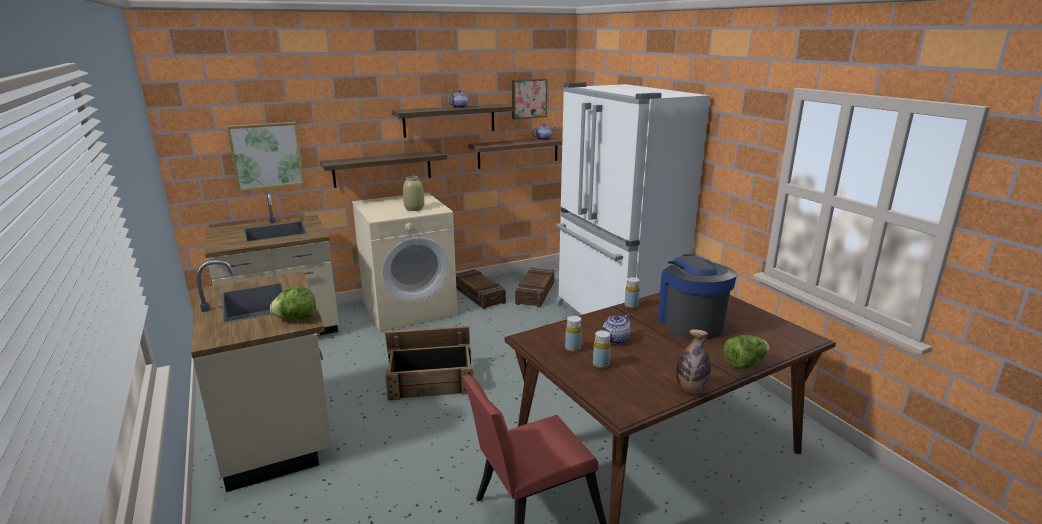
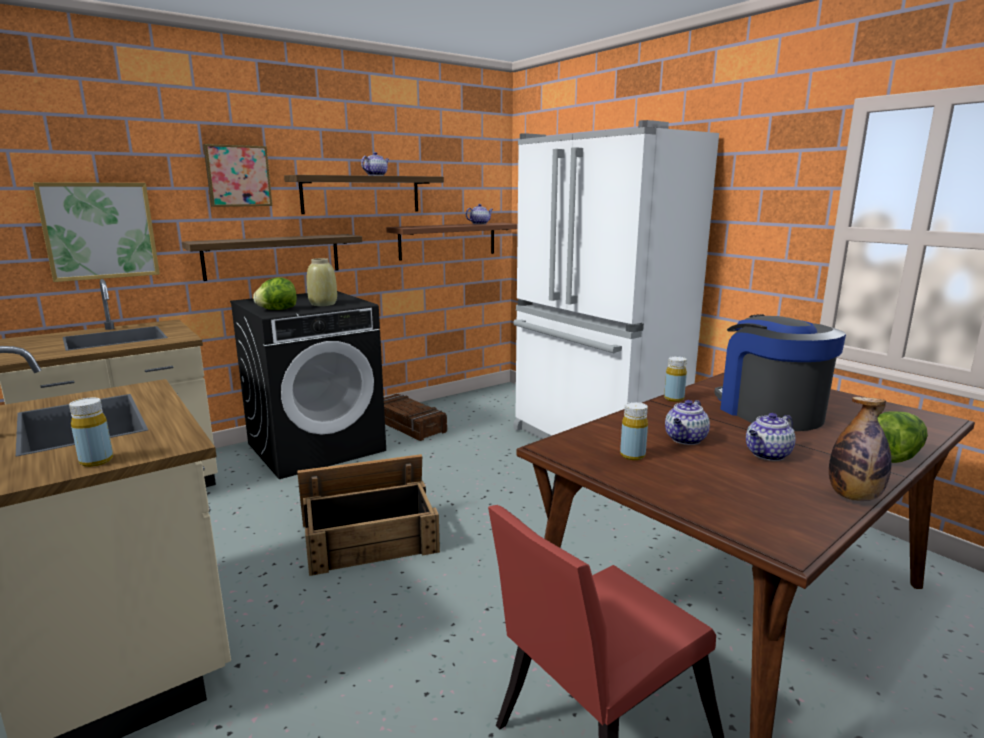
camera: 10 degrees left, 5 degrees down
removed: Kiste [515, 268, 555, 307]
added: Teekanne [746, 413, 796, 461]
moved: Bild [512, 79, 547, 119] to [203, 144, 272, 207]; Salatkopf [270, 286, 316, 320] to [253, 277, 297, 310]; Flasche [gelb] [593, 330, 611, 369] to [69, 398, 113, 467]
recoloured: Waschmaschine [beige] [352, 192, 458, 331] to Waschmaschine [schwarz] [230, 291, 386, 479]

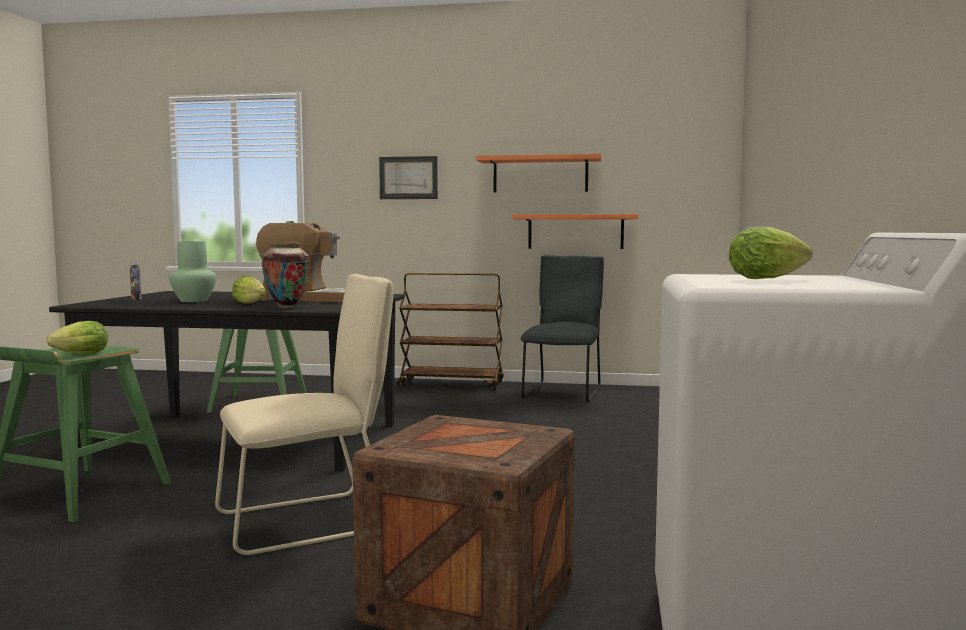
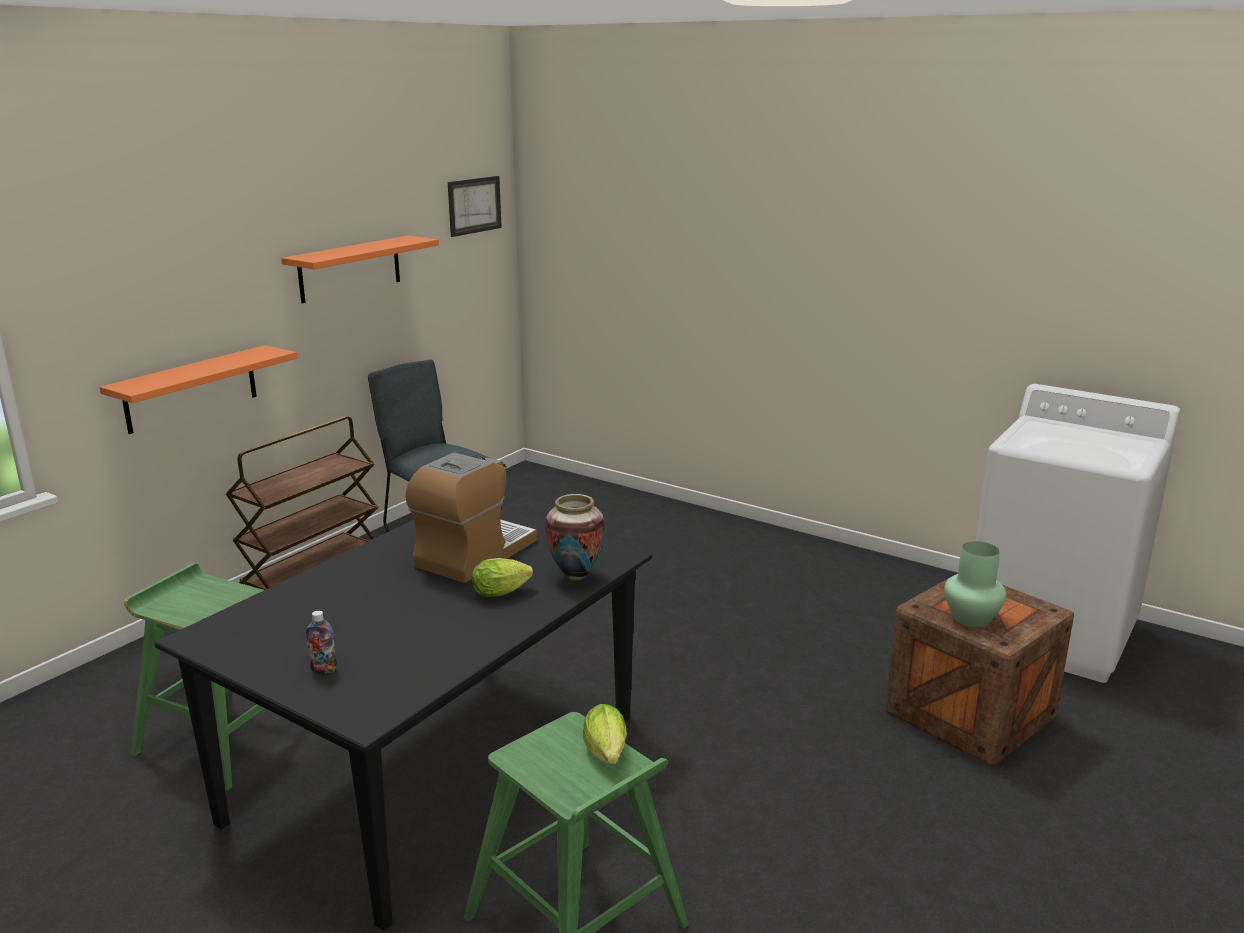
camera: 65 degrees left, 15 degrees up
removed: Salatkopf [729, 226, 813, 279]; Stuhl [beige] [215, 274, 394, 555]
moved: Bild [379, 156, 438, 199] to [448, 176, 502, 237]; Wandregal [orange] [512, 214, 638, 249] to [99, 345, 297, 434]; Vase [grün] [169, 242, 217, 302] to [944, 541, 1006, 627]

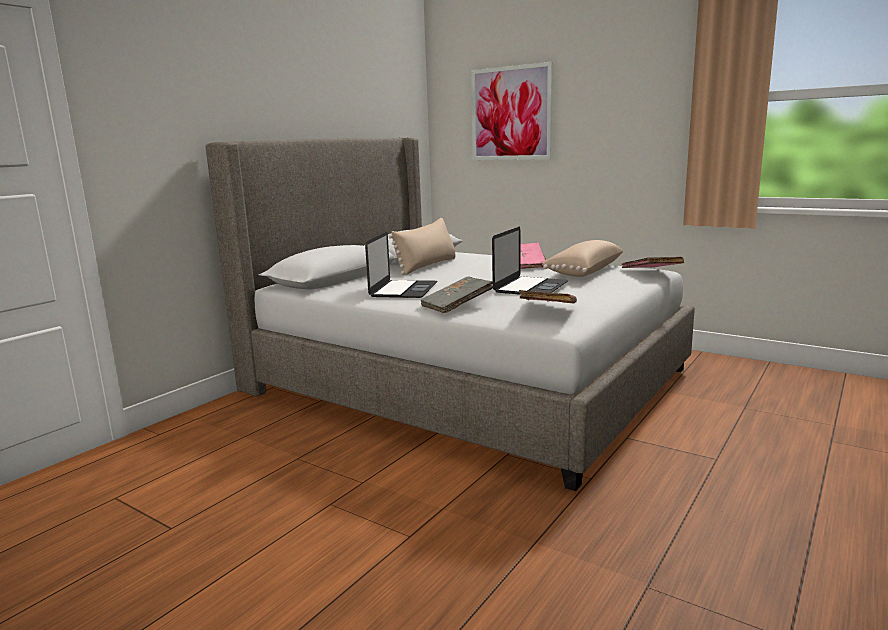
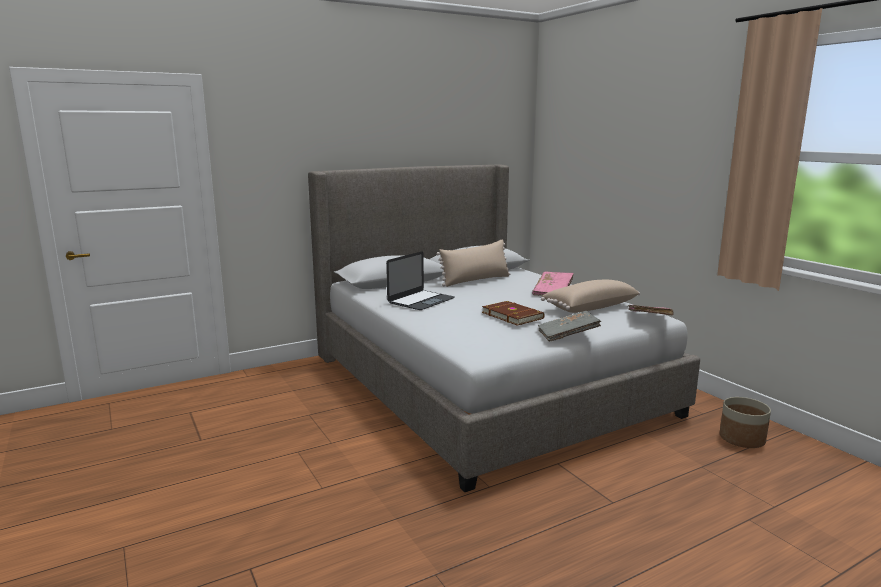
camera: 25 degrees right, 0 degrees up
removed: Bild [471, 62, 553, 160]; Buch [rosa] [519, 290, 577, 304]
added: Pflanzkübel [719, 397, 771, 448]
moved: Buch [grau] [421, 276, 493, 313] to [538, 311, 601, 342]
replaced: Laptop [492, 227, 568, 295] to Buch [braun] [482, 301, 545, 326]

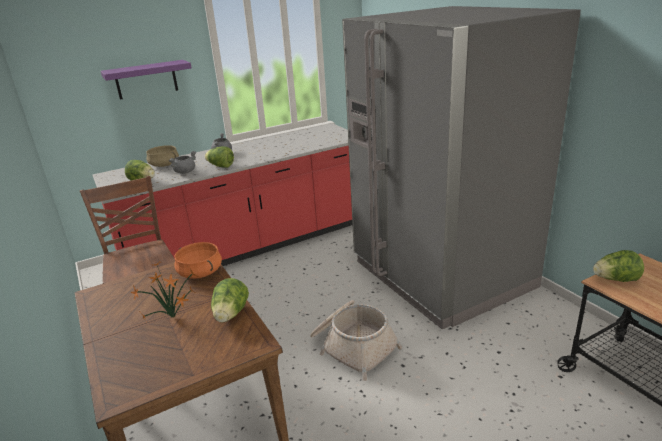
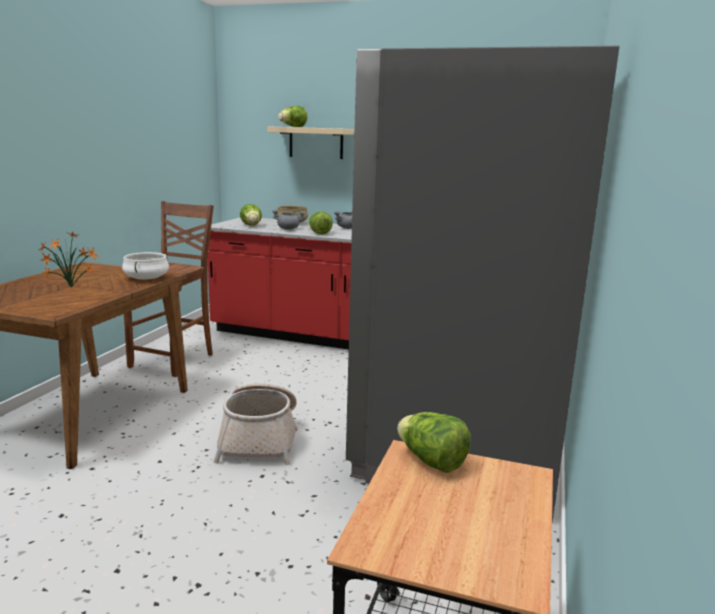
camera: 45 degrees right, 10 degrees down
moved: Salatkopf [211, 278, 249, 323] to [278, 106, 307, 127]
recoloured: Wandregal [lila] [101, 60, 192, 100] to Wandregal [beige] [267, 126, 354, 159]; Kochtopf [orange] [174, 242, 222, 279] to Kochtopf [weiß] [122, 252, 169, 280]

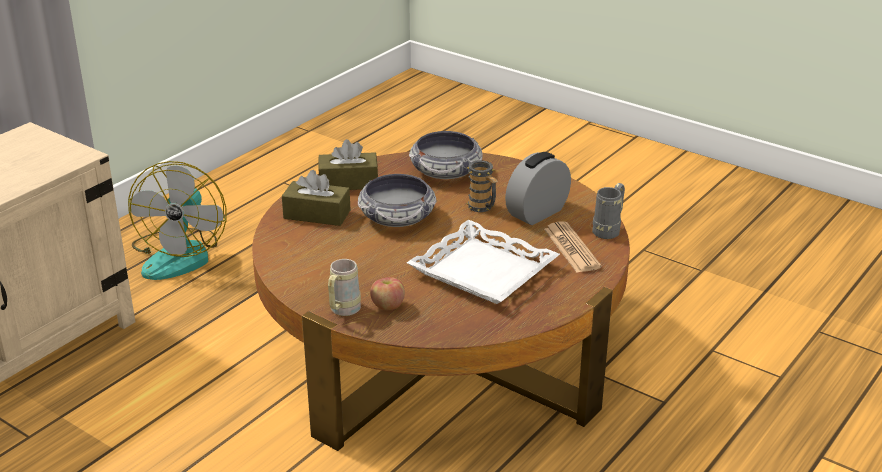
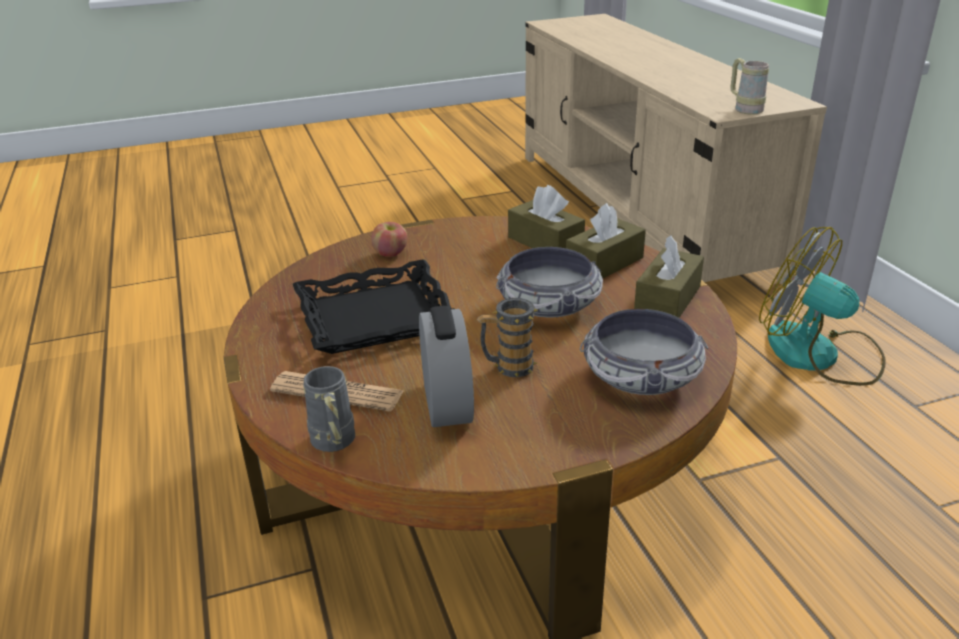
camera: 125 degrees right, 0 degrees up
added: Taschentuchbox [braun] [508, 185, 585, 248]
moved: Henkelbecher [beige] [328, 259, 361, 316] to [730, 58, 769, 115]
recoloured: Tablett [weiß] [407, 220, 560, 304] to Tablett [schwarz] [293, 260, 455, 354]

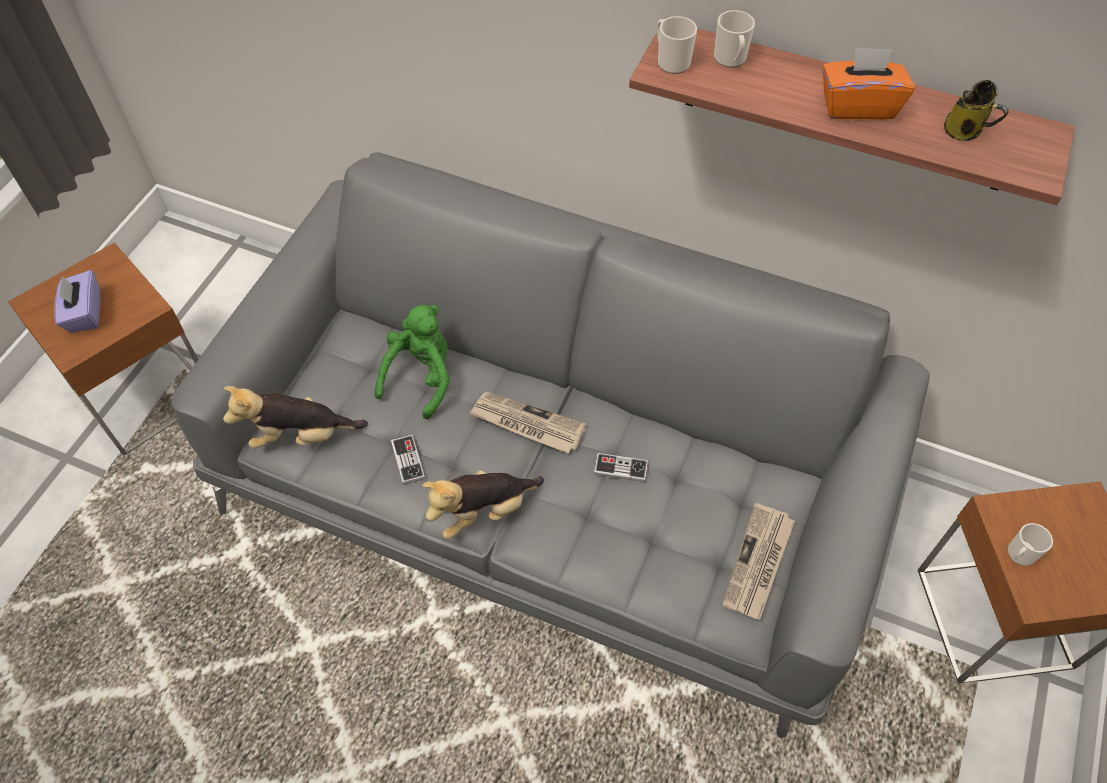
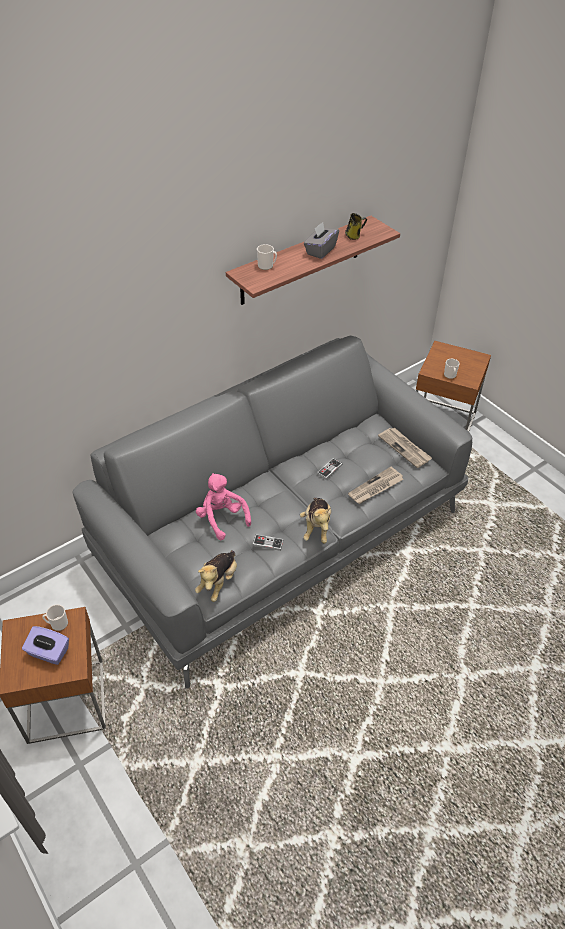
camera: 60 degrees left, 10 degrees down
moved: Henkelbecher [657, 16, 697, 74] to [42, 604, 68, 631]; Zeitung [470, 392, 587, 453] to [348, 467, 403, 504]
recoloured: Taschentuchbox [orange] [822, 47, 915, 120] to Taschentuchbox [grau] [304, 222, 339, 259]; Plüschtier [grün] [375, 305, 450, 420] to Plüschtier [rosa] [196, 473, 251, 540]

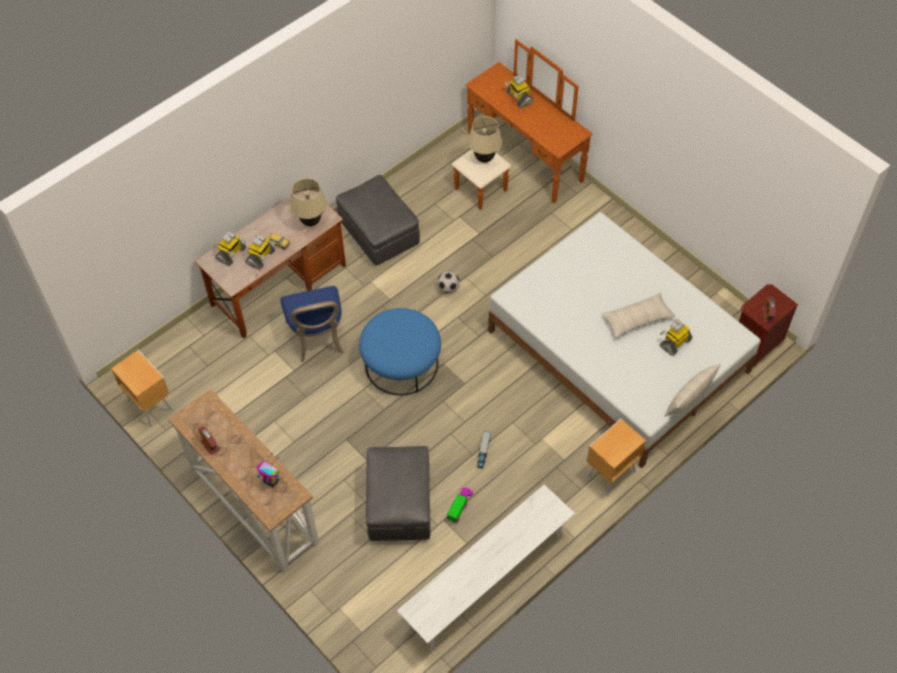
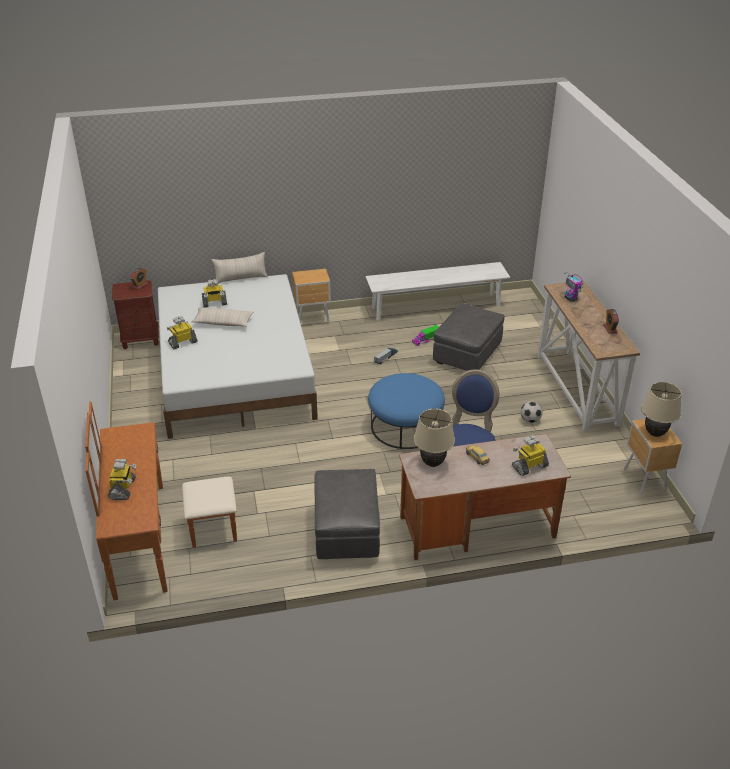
camera: 150 degrees left, 20 degrees down
moved: Tischlampe [beige] [468, 116, 502, 163] to [641, 382, 682, 437]; Spielzeugroboter [245, 235, 275, 270] to [167, 316, 197, 349]; Fußball [437, 271, 460, 294] to [521, 401, 542, 423]

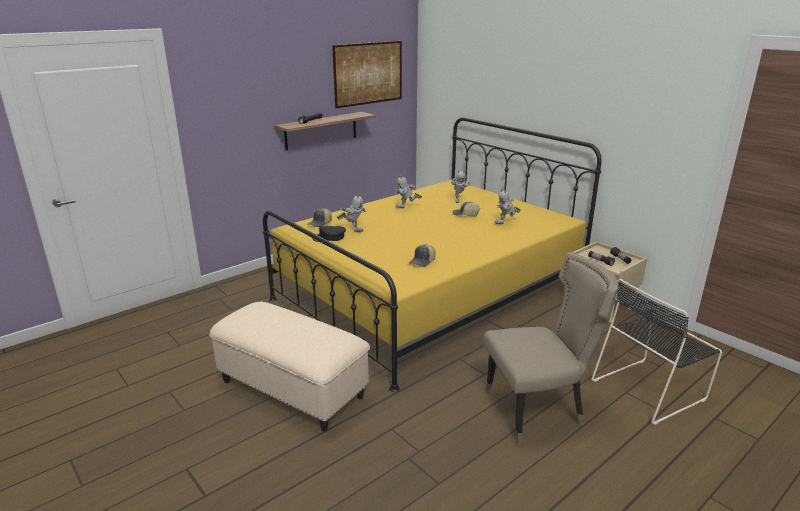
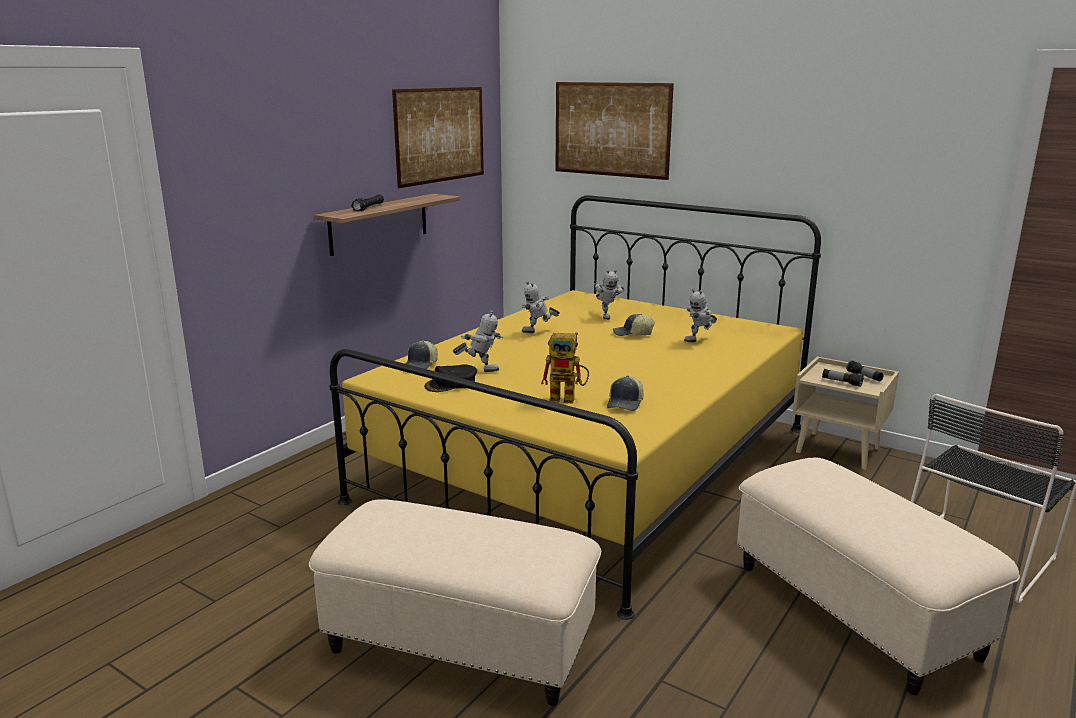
camera: 15 degrees left, 5 degrees down
added: Bild [555, 82, 674, 180]; Spielzeugroboter [541, 332, 589, 404]
replaced: Stuhl [beige] [483, 252, 618, 445] to Polsterhocker [beige] [737, 458, 1020, 695]

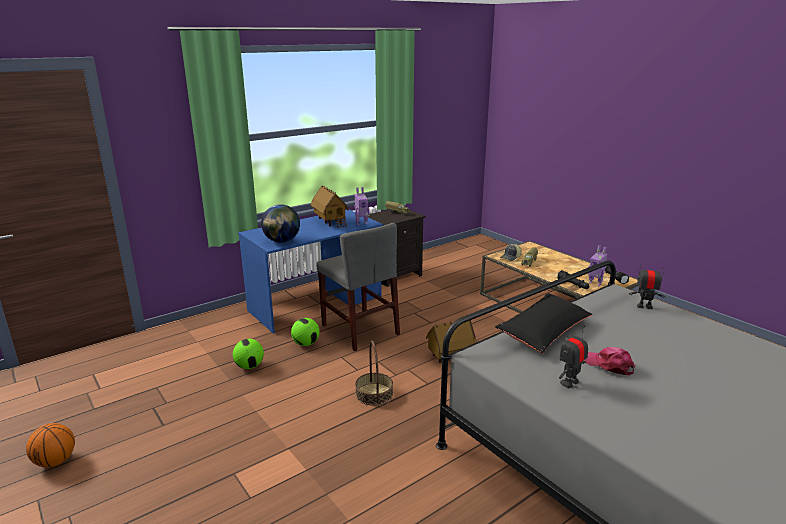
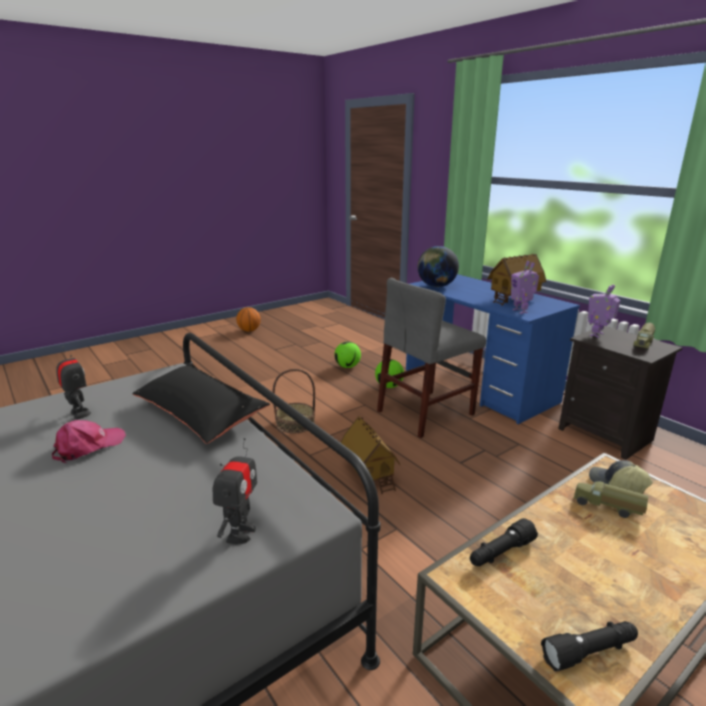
camera: 90 degrees right, 0 degrees up
moved: Spielzeugroboter [587, 245, 607, 286] to [588, 284, 621, 338]

